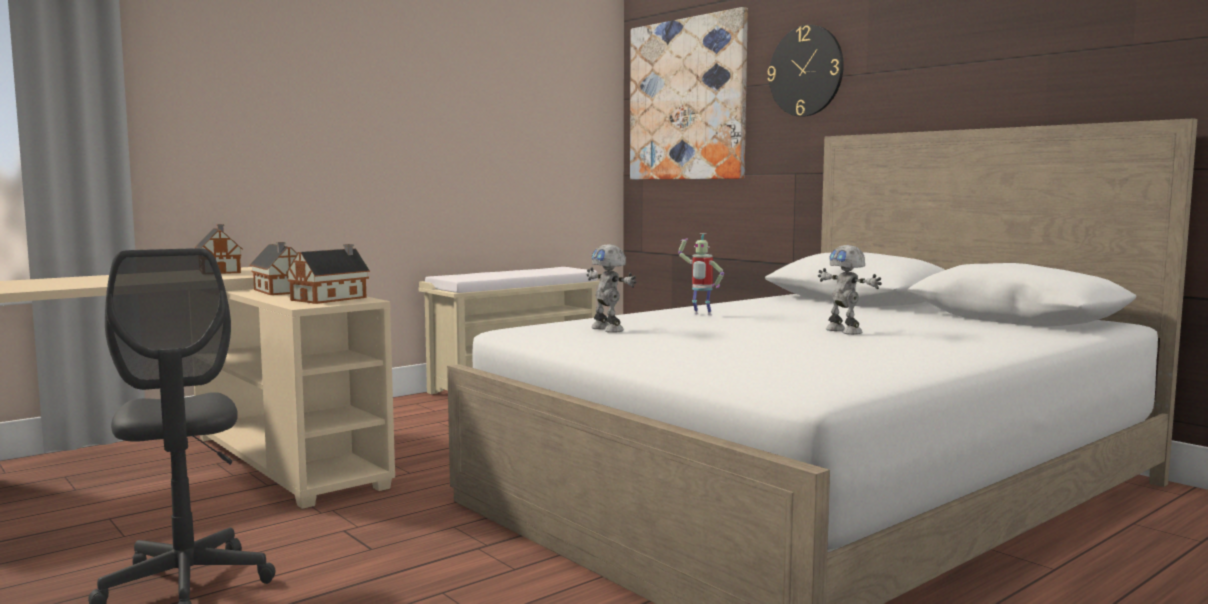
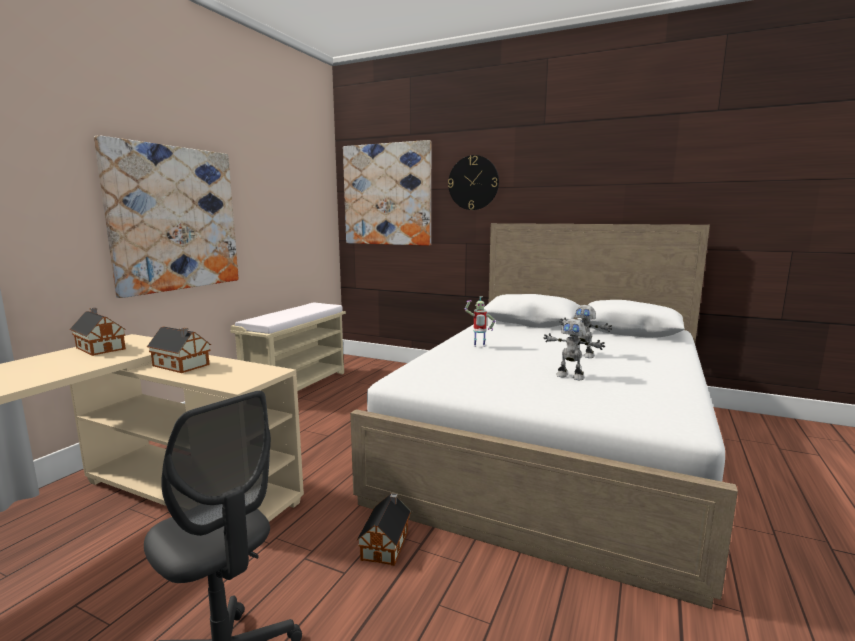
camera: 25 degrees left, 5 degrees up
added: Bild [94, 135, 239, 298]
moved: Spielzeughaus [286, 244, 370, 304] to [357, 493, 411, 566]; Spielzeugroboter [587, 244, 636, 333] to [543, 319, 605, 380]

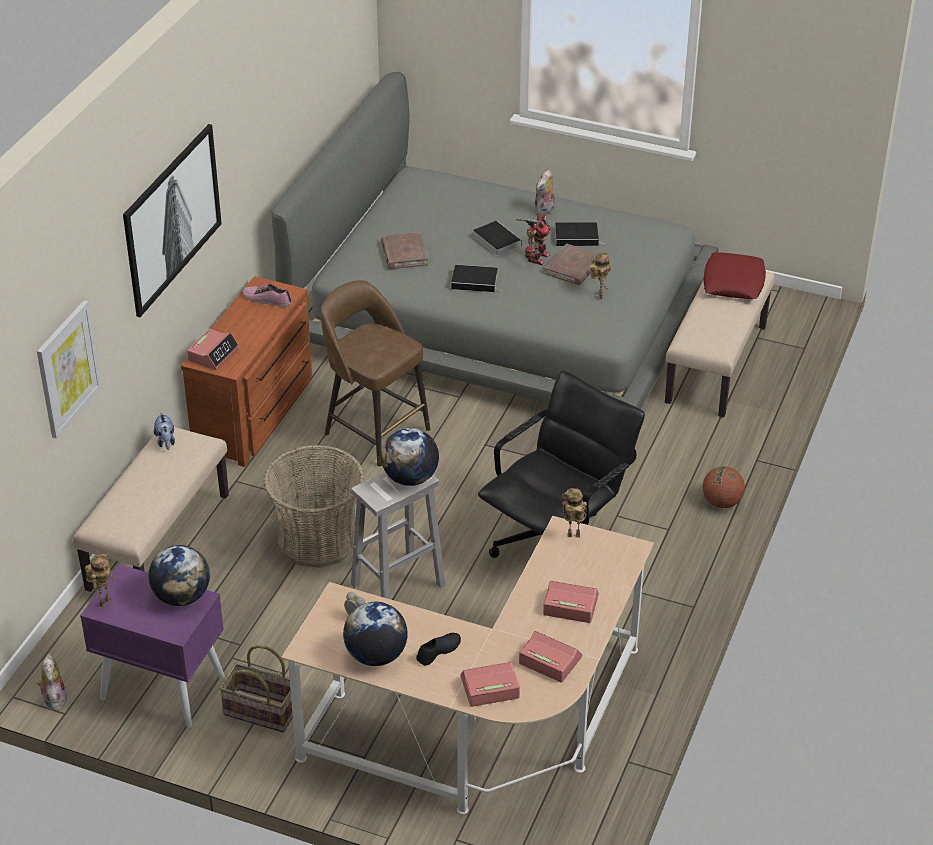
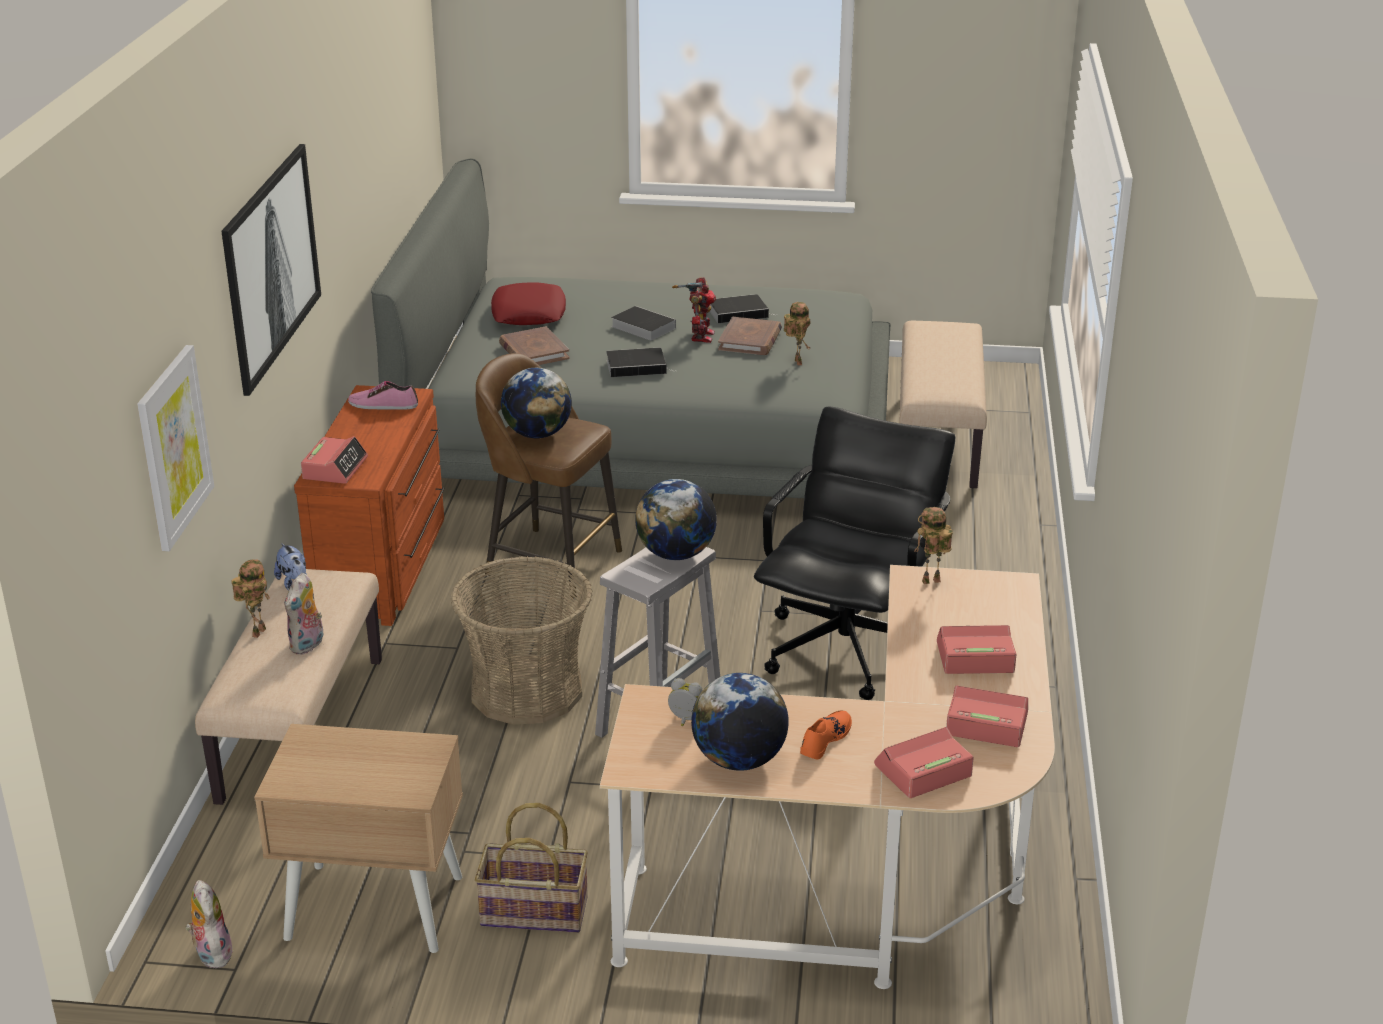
camera: 15 degrees left, 10 degrees down
removed: Basketball [703, 466, 745, 508]
moved: Plüschtier [534, 170, 555, 216] to [285, 573, 323, 655]; Kissen [rot] [704, 252, 766, 299] to [491, 283, 566, 325]; Globus [148, 545, 210, 606] to [501, 368, 572, 438]; Spielzeugroboter [85, 554, 115, 608] to [232, 559, 270, 638]
recoloured: Nachttisch [lila] [80, 564, 225, 728] to Nachttisch [beige] [254, 724, 463, 953]; Schuh [schwarz] [416, 633, 461, 666] to Schuh [orange] [800, 710, 852, 759]

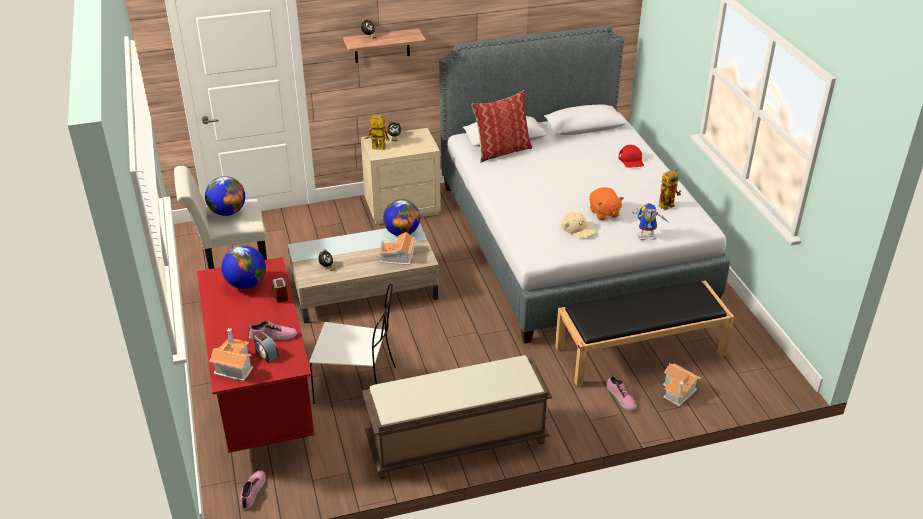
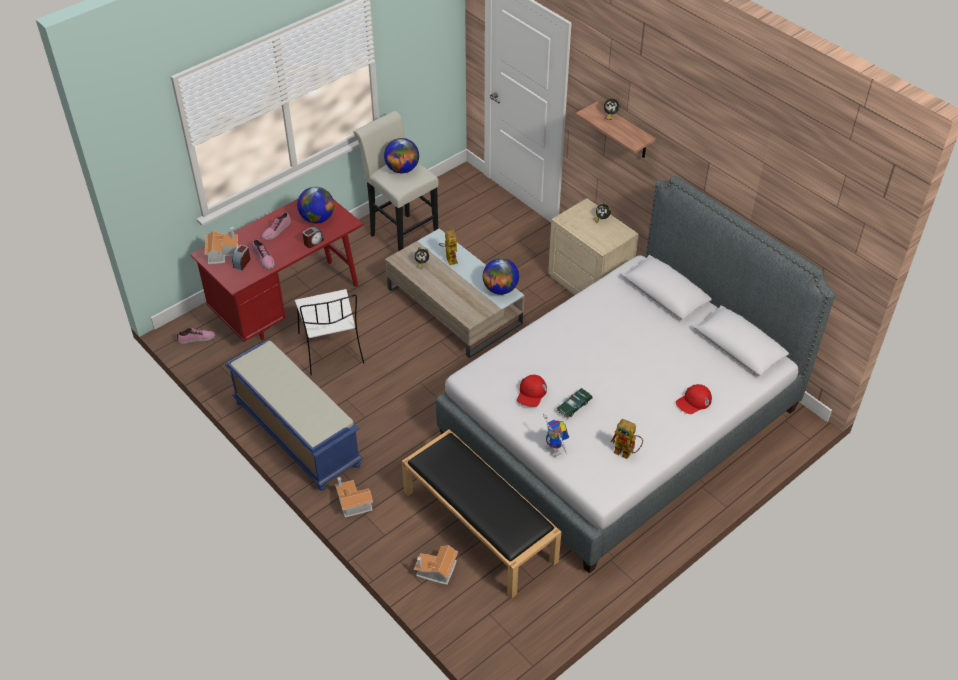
camera: 65 degrees right, 10 degrees up
removed: Kissen [471, 90, 532, 162]
moved: Spielzeugroboter [364, 114, 390, 150] to [439, 227, 458, 265]; Spielzeughaus [378, 232, 415, 265] to [335, 477, 373, 518]; Schuh [606, 376, 637, 411] to [262, 212, 291, 240]
replaced: Plüschtier [orange] [589, 187, 624, 220] to Spielzeugauto [557, 388, 593, 419]
recoloured: Kappe [beige] [561, 212, 595, 238] to Kappe [rot] [517, 375, 547, 407]; Bank [braun] [362, 355, 552, 479] to Bank [blau] [225, 340, 363, 491]

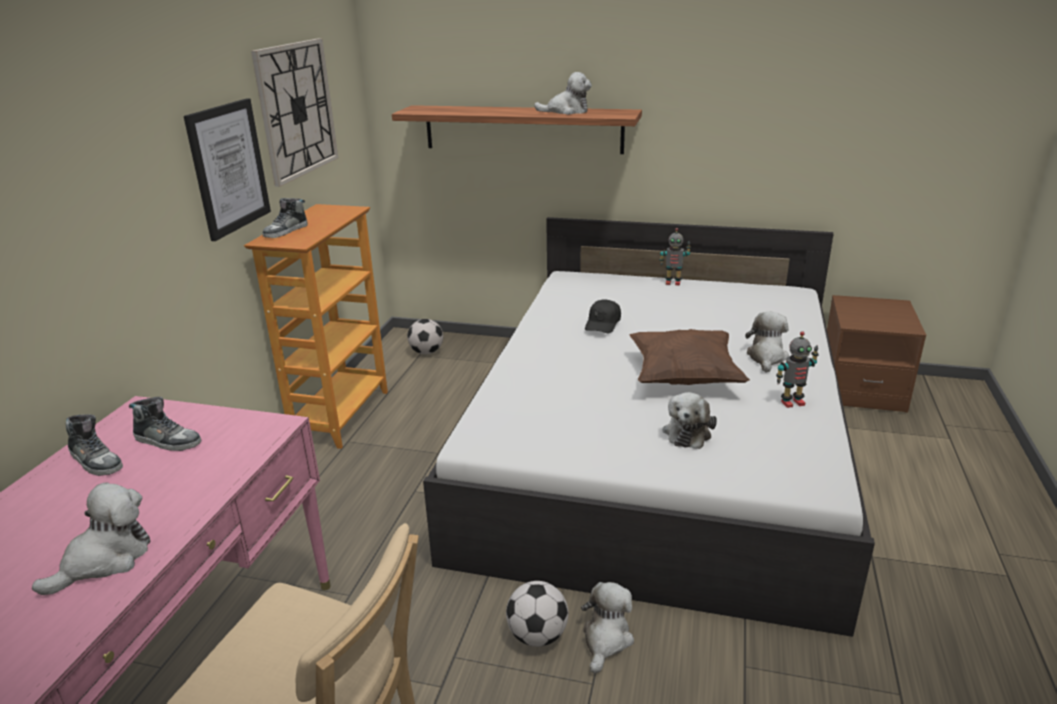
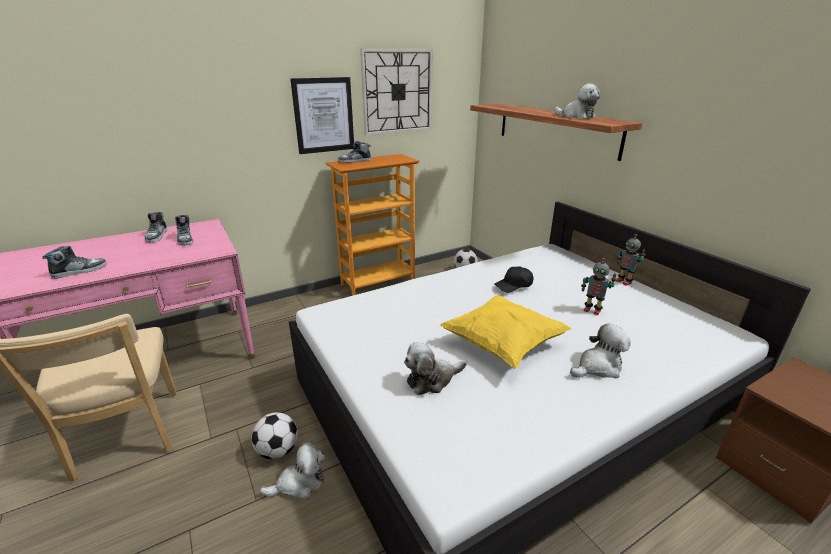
camera: 45 degrees right, 0 degrees up
moved: Spielzeugroboter [776, 331, 819, 408] to [581, 258, 617, 315]
replaced: Plüschtier [32, 482, 151, 595] to Schuh [42, 246, 107, 279]
recoloured: Kissen [braun] [630, 329, 750, 385] to Kissen [gelb] [440, 295, 572, 369]

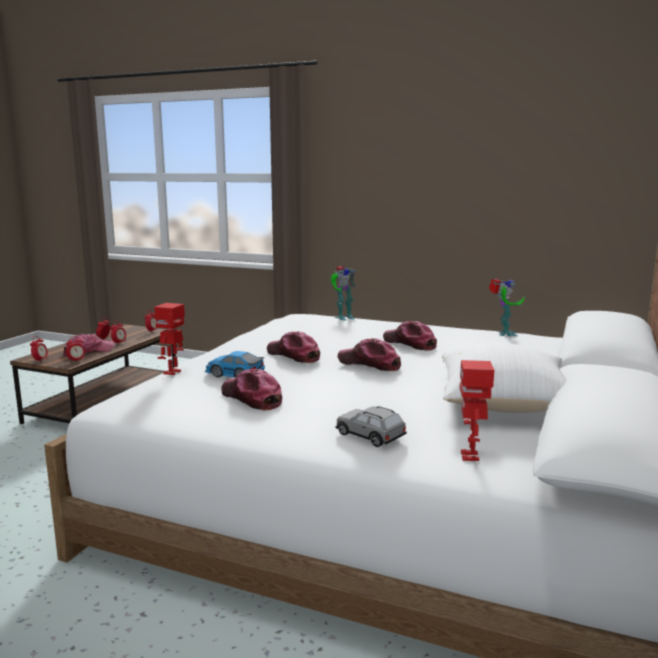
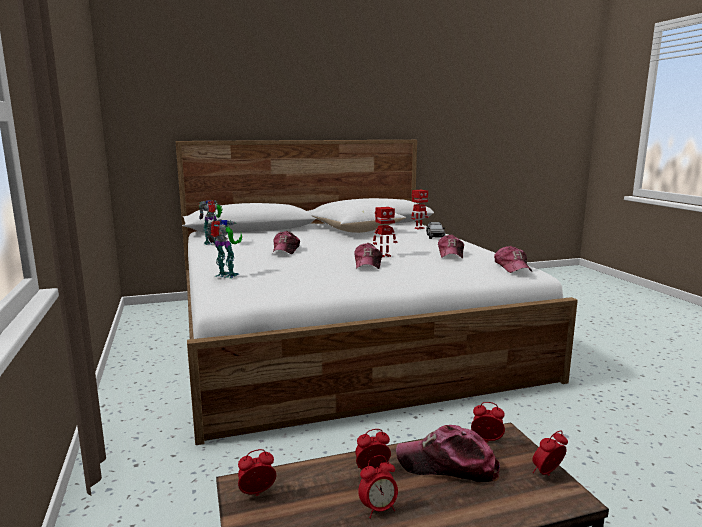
camera: 130 degrees left, 0 degrees up
removed: Spielzeugauto [205, 351, 265, 377]
moved: Spielzeugroboter [154, 303, 185, 375] to [373, 207, 397, 257]; Kappe [338, 338, 401, 371] to [494, 246, 532, 273]

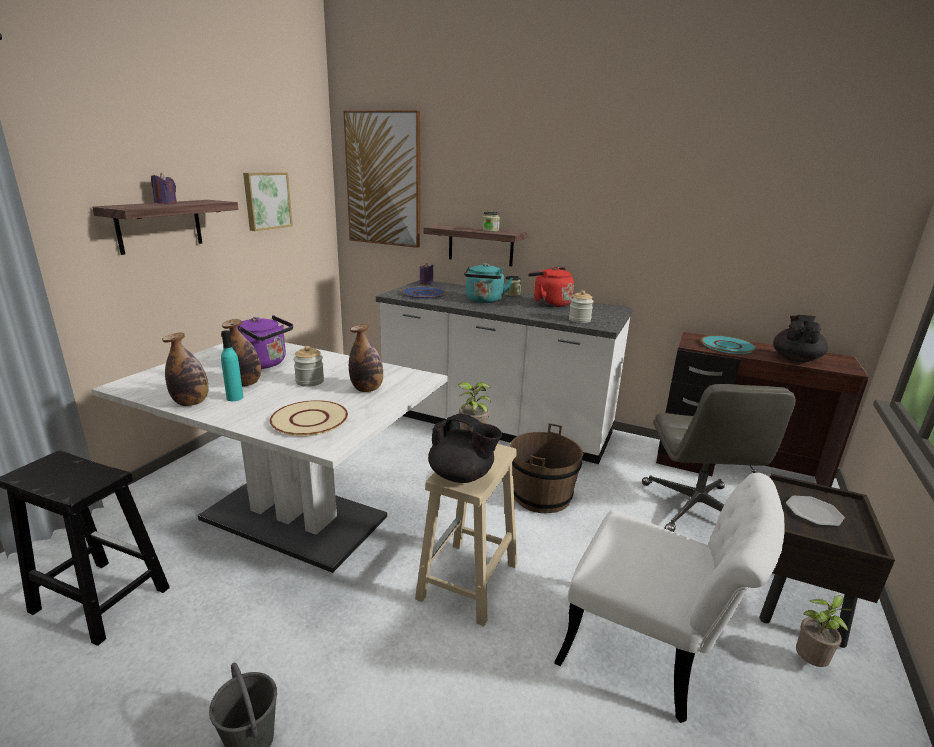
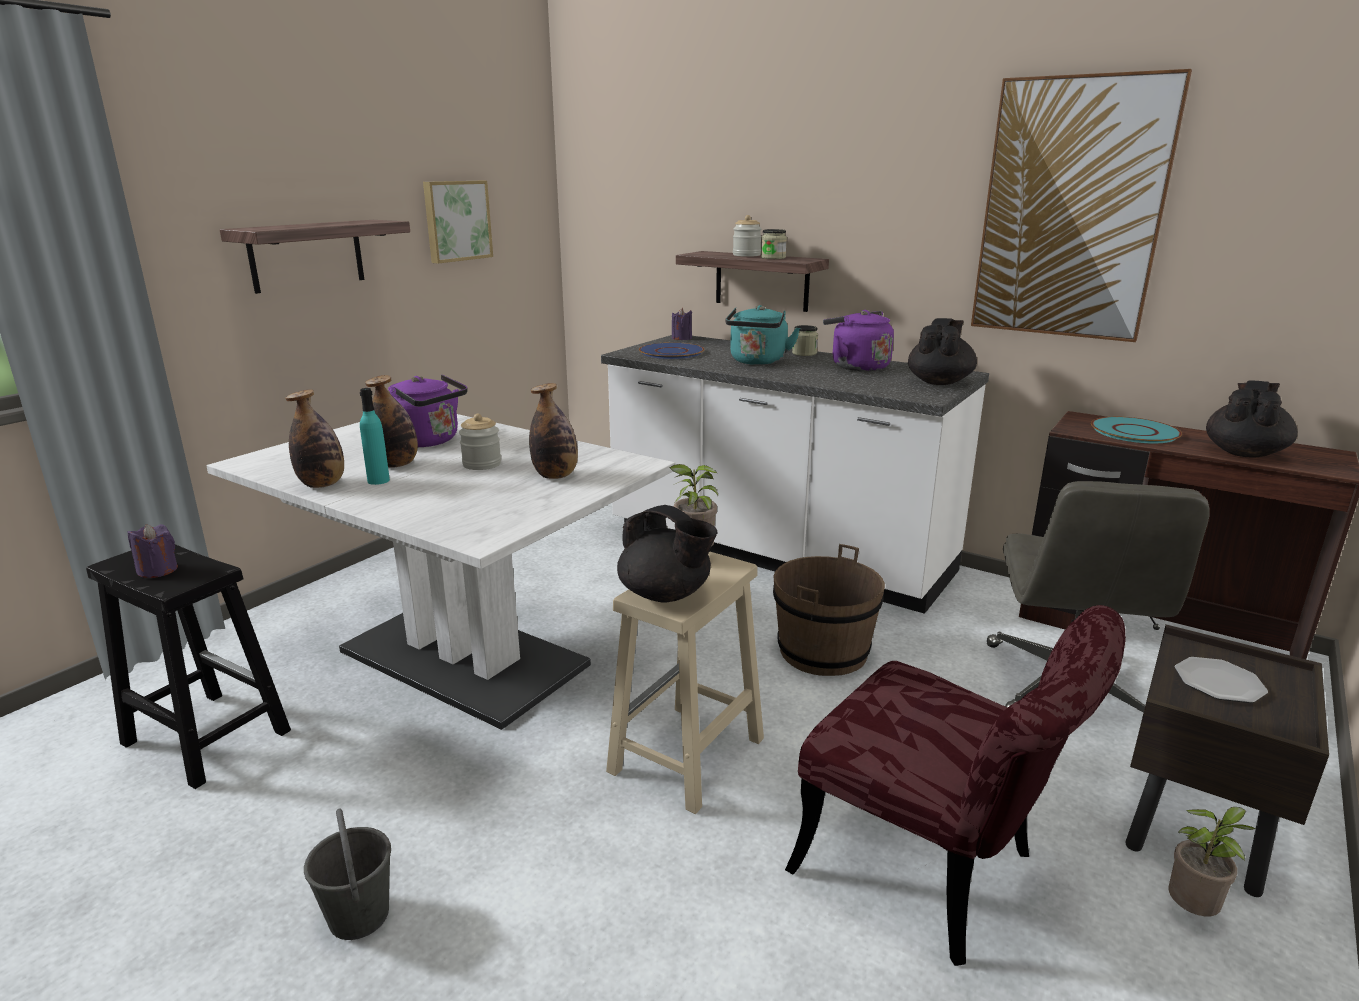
camera: 10 degrees right, 0 degrees up
removed: Teller [beige] [270, 400, 348, 436]
added: Teekanne [schwarz] [908, 318, 977, 385]
moved: Bild [343, 110, 420, 248] to [971, 69, 1192, 342]; Kerze [lila] [151, 173, 177, 204] to [128, 524, 178, 578]; Vorratsglas [569, 290, 594, 323] to [733, 215, 762, 257]
recoloured: Wasserkessel [rot] [528, 267, 574, 307] to Wasserkessel [lila] [823, 310, 894, 371]; Stuhl [weiß] [554, 473, 785, 723] to Stuhl [rot] [785, 605, 1126, 966]

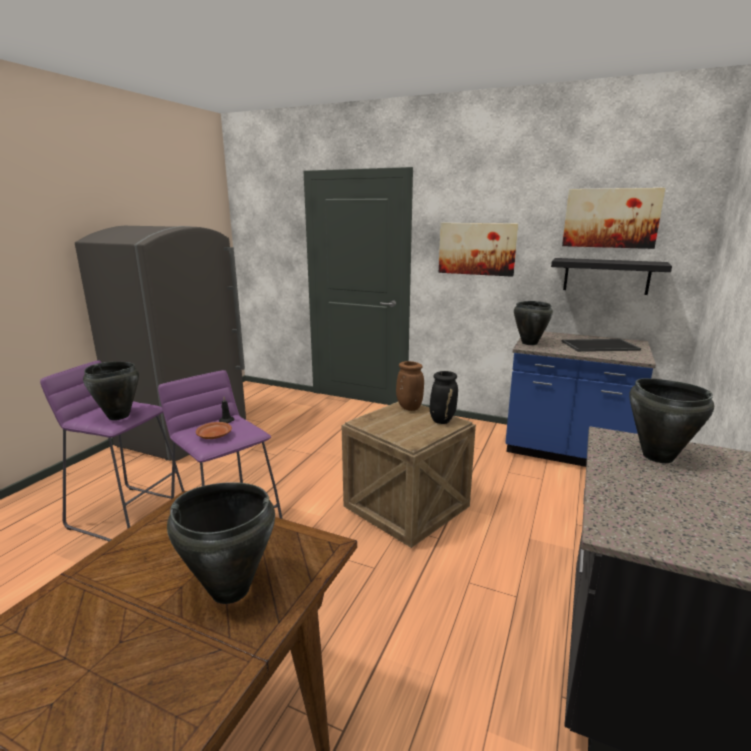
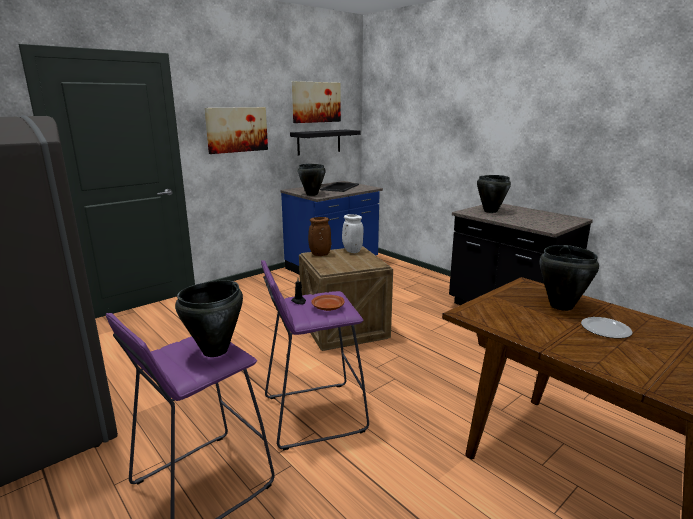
camera: 65 degrees left, 0 degrees up
added: Teller [581, 317, 632, 339]
recoloured: Vase [schwarz] [430, 371, 458, 424] to Vase [weiß] [342, 214, 364, 253]

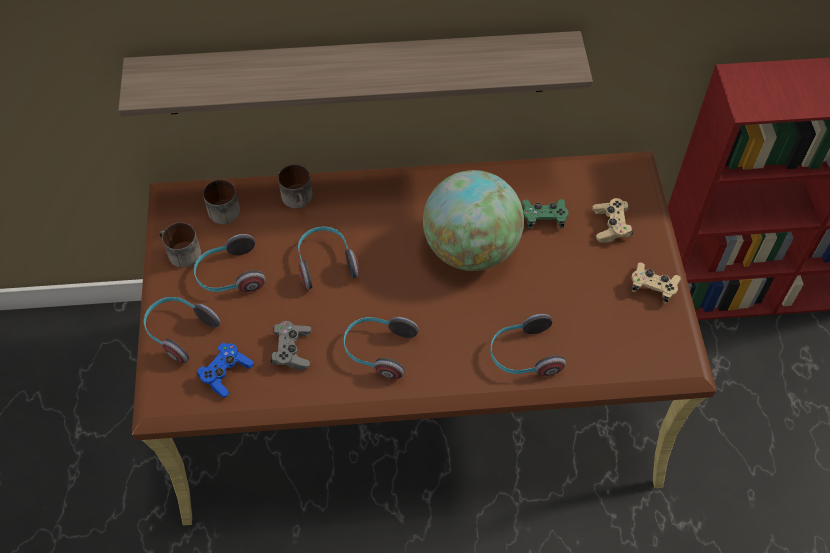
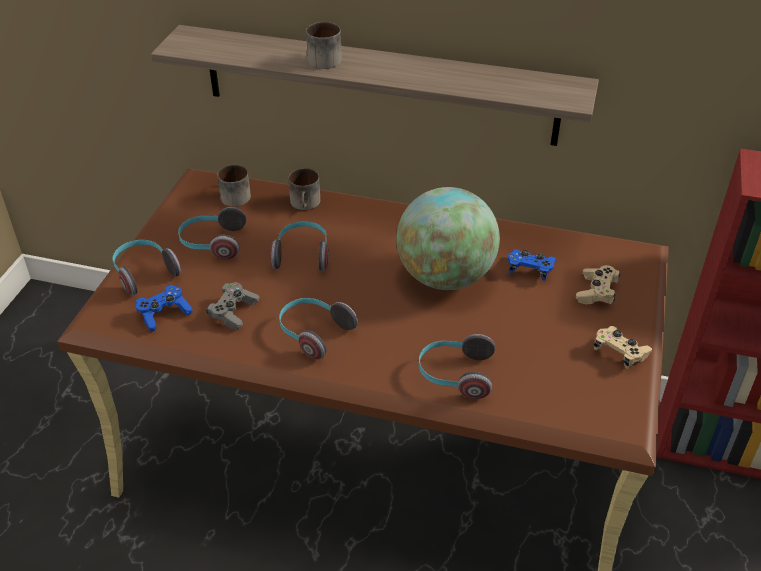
camera: 20 degrees right, 15 degrees down
moved: Henkelbecher [159, 222, 201, 268] to [306, 22, 342, 69]
recoloured: Gamepad [grün] [522, 199, 569, 228] to Gamepad [blau] [508, 249, 557, 281]

